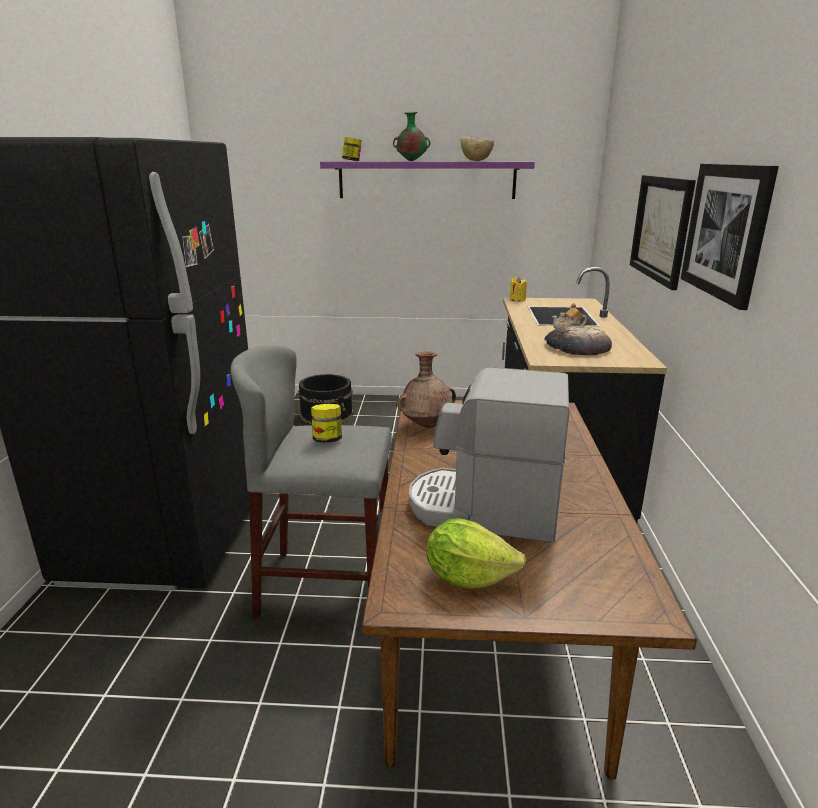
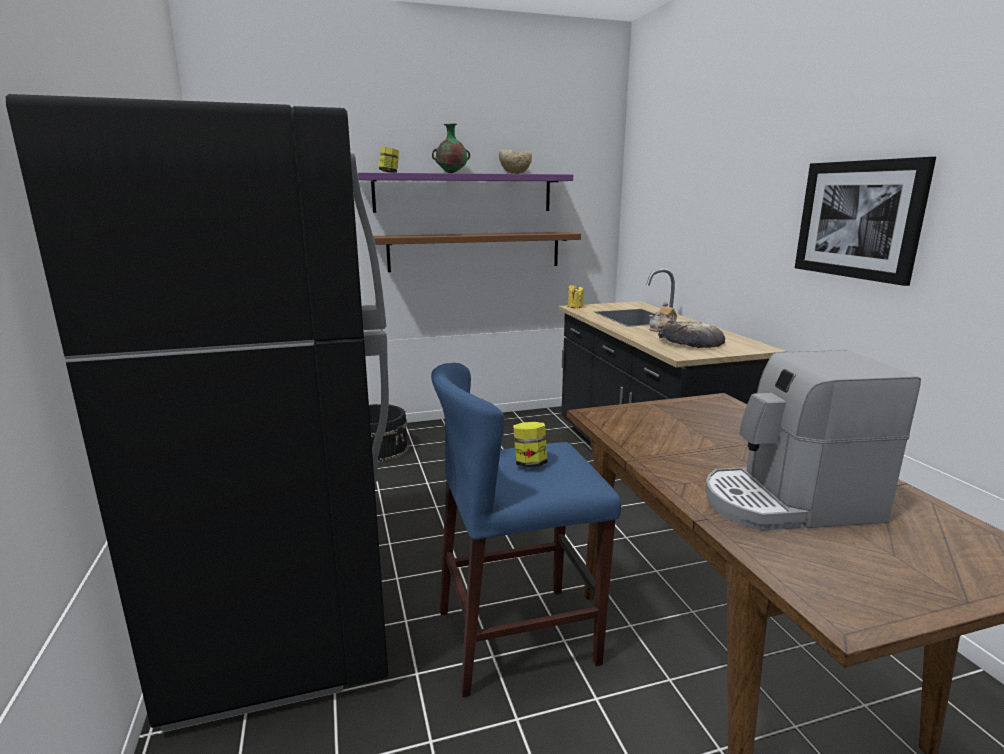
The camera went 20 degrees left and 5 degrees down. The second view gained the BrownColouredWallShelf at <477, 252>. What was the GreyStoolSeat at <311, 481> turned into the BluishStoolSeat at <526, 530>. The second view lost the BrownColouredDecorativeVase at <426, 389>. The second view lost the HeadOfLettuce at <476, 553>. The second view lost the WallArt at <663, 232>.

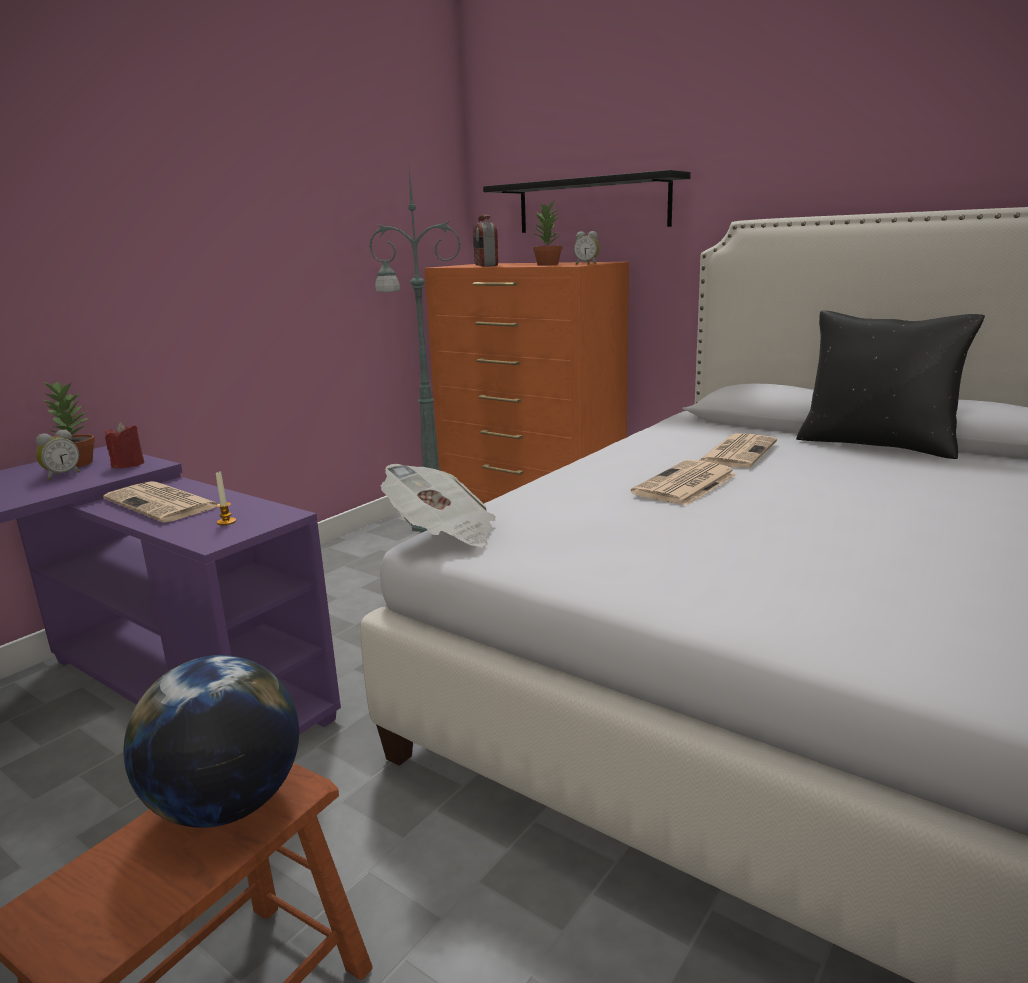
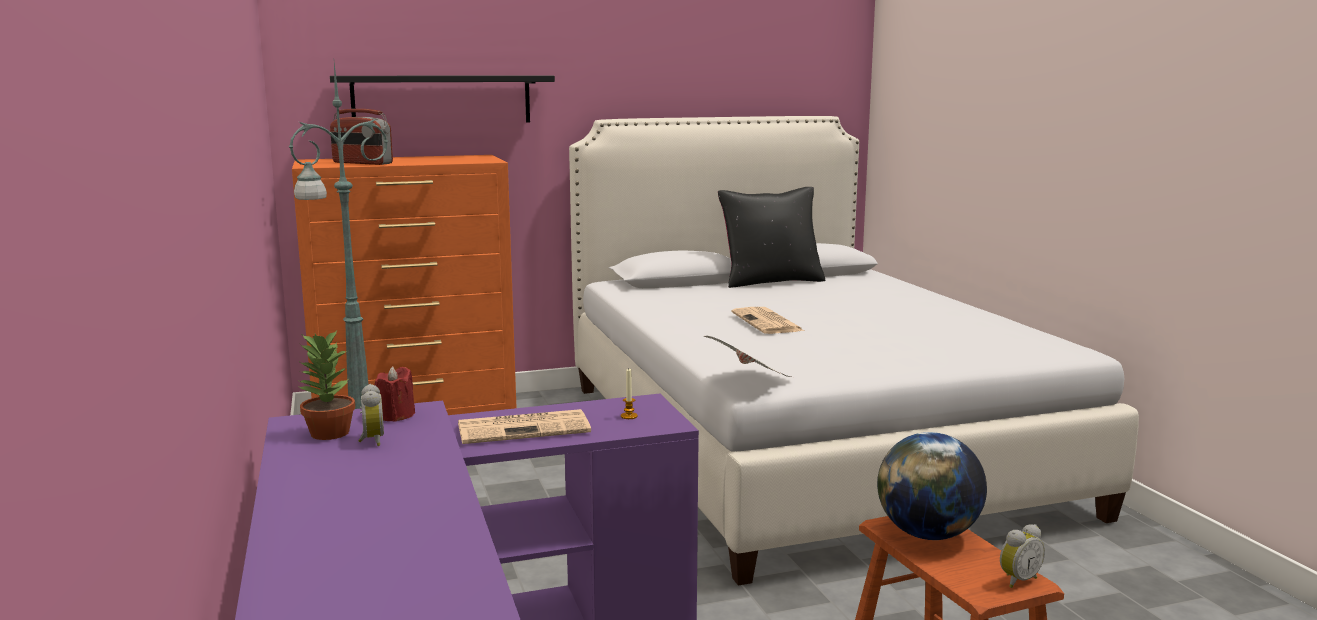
The camera went 55 degrees left and 5 degrees down. The AlarmClock ended up elsewhere, having gone from <587, 247> to <1022, 556>. The second view lost the PottedPlant at <547, 233>. The second view lost the Newspaper at <737, 450>.

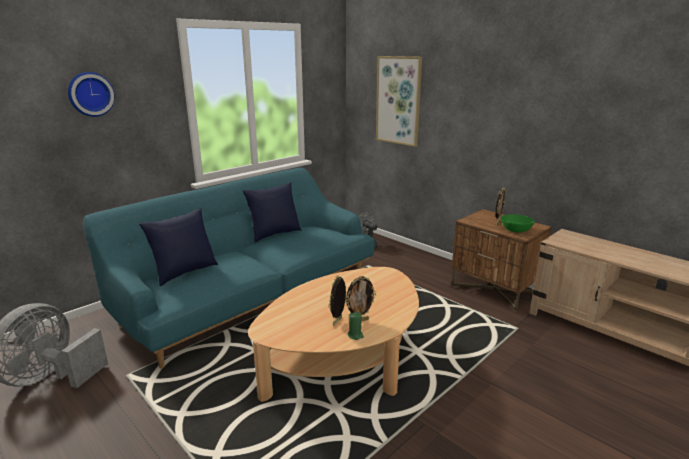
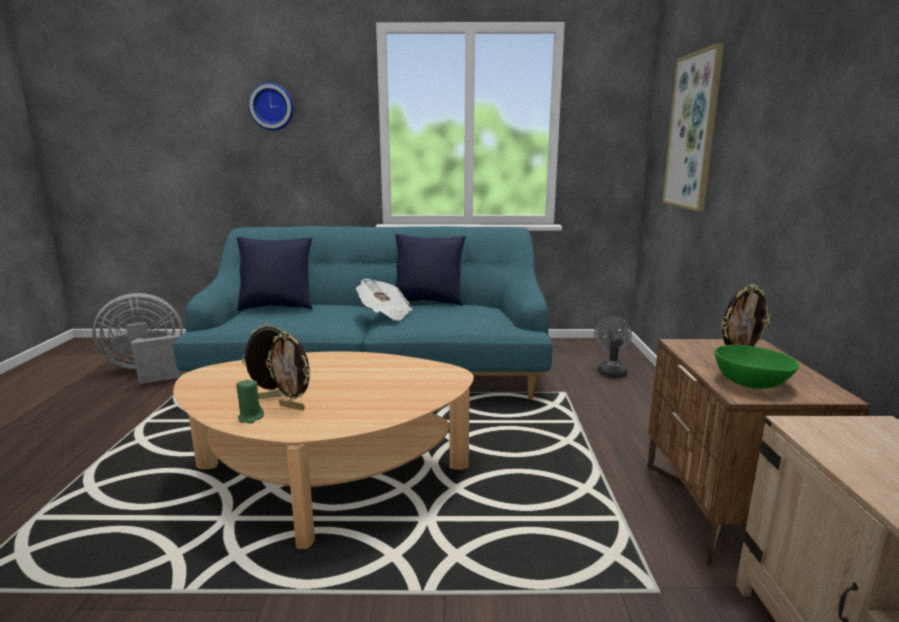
The camera went 45 degrees right and 5 degrees down. The second view gained the Newspaper at <384, 300>.

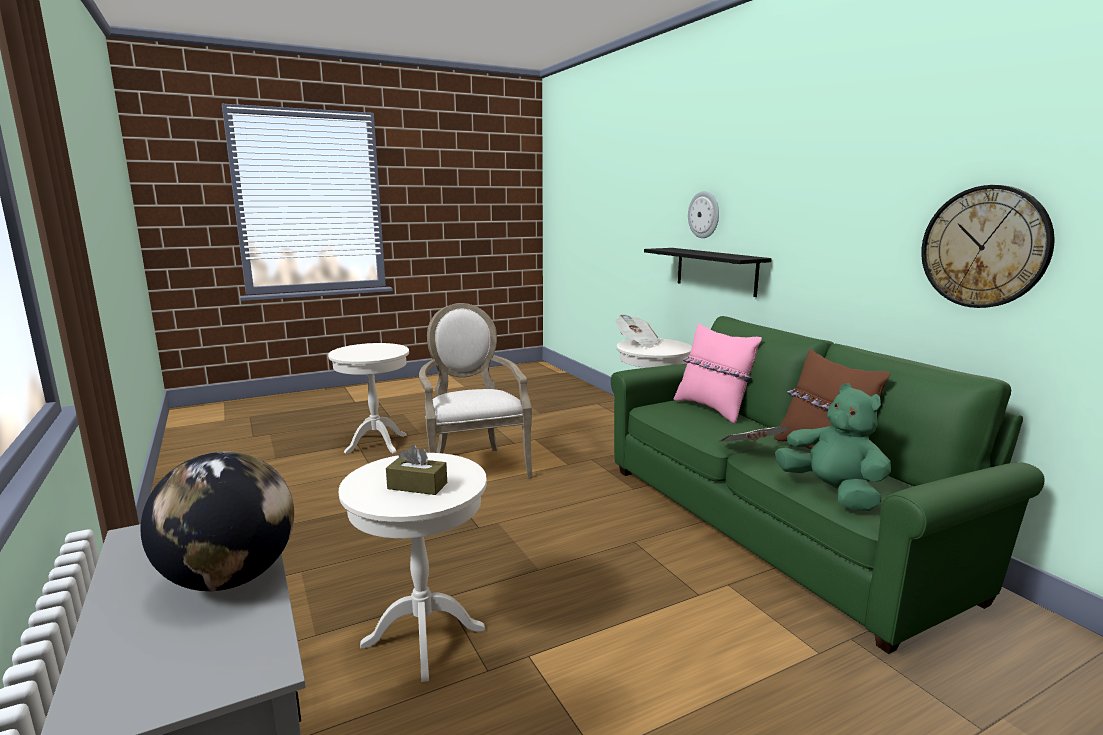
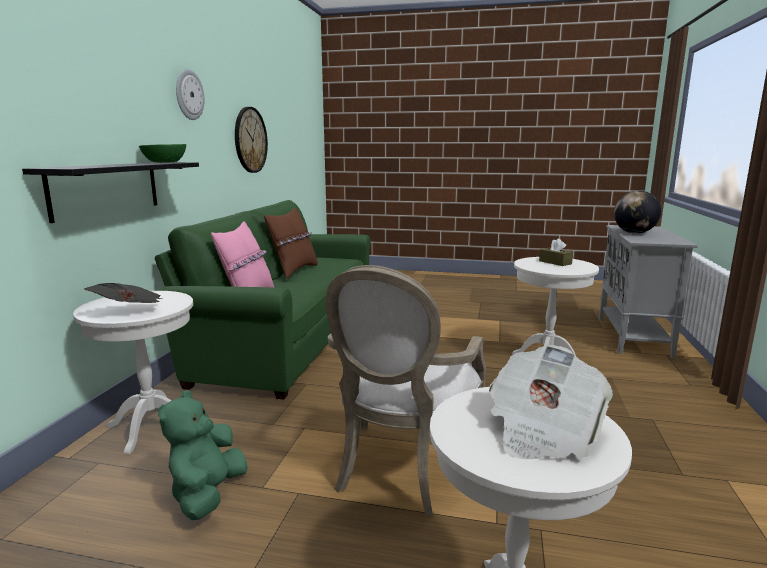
The camera went 140 degrees left and 0 degrees up. The second view gained the GreenDeepDish at <162, 153>. The GreenPlushToy ended up elsewhere, having gone from <833, 447> to <203, 455>. The ClockOnTheWall ended up elsewhere, having gone from <703, 214> to <190, 94>. The Newspaper ended up elsewhere, having gone from <754, 434> to <551, 402>.

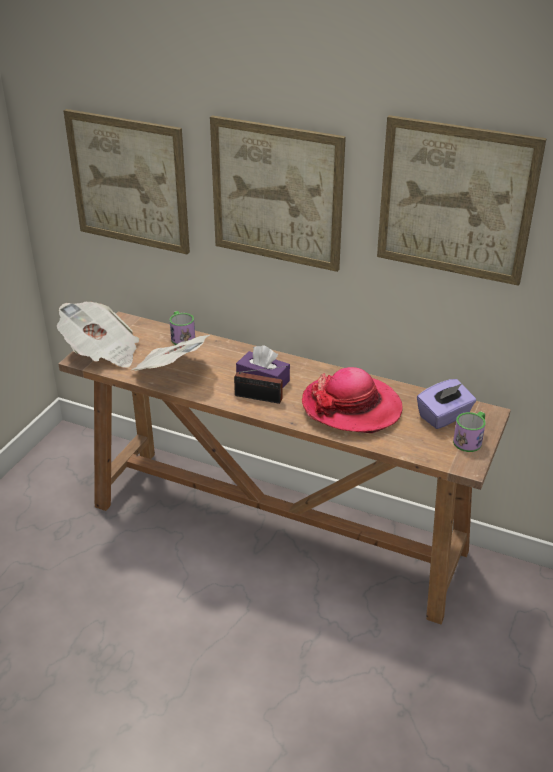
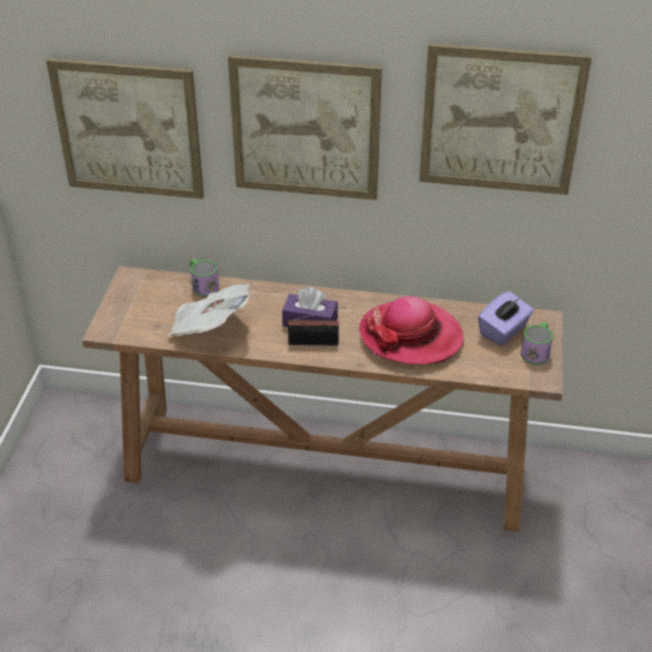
The camera went 15 degrees left and 5 degrees up. The second view lost the Newspaper at <98, 335>.

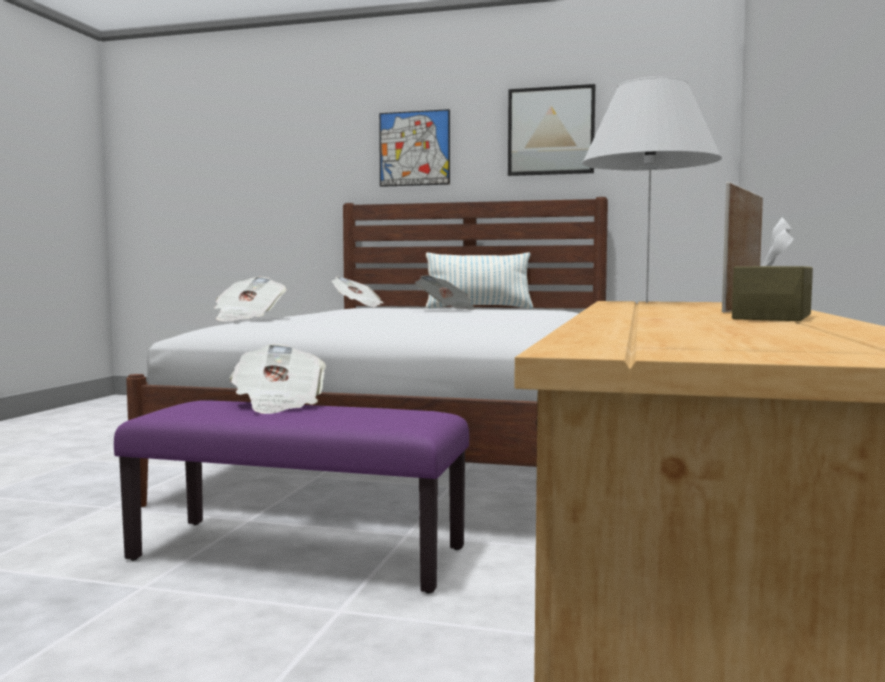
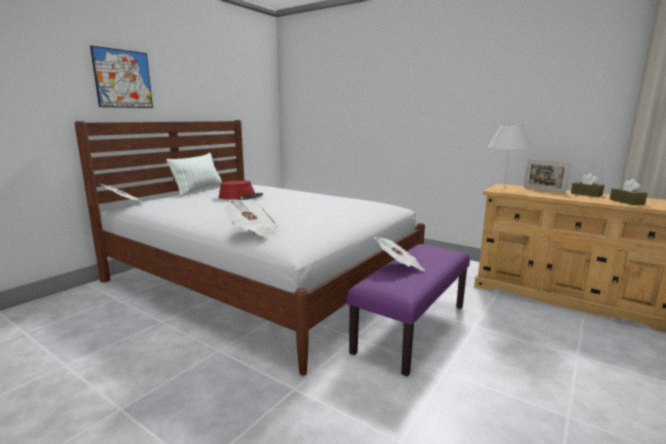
The camera went 70 degrees left and 10 degrees up. Where the Newspaper stood at <446, 292>, the ReddishWearableHat came to stand at <241, 190>. The second view gained the BrownColouredTissueHolder at <628, 192>. The second view lost the WallArt at <551, 130>.

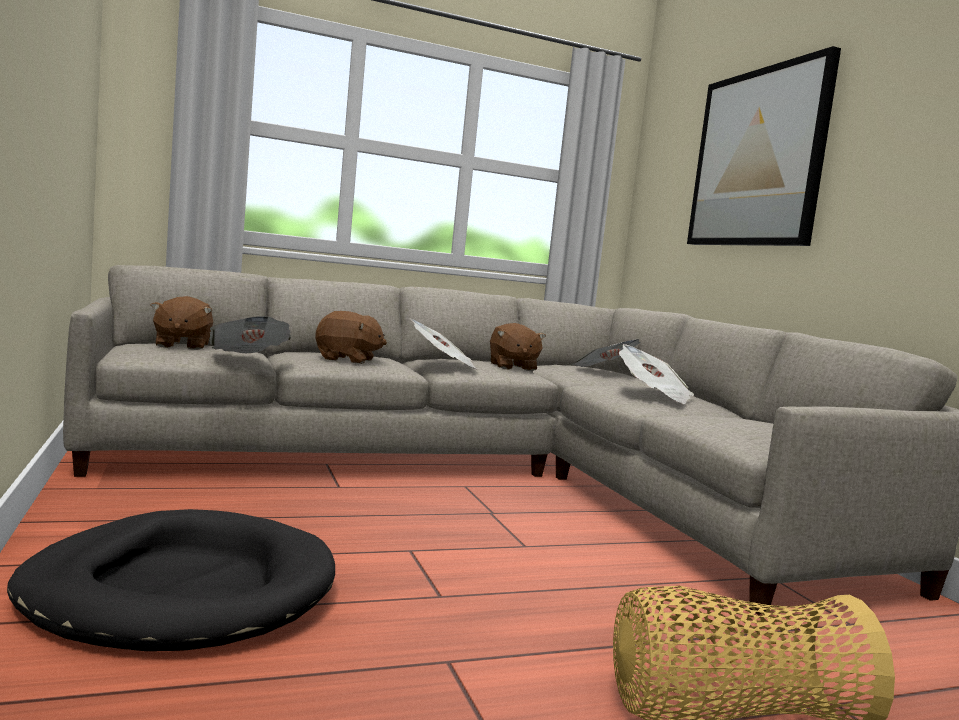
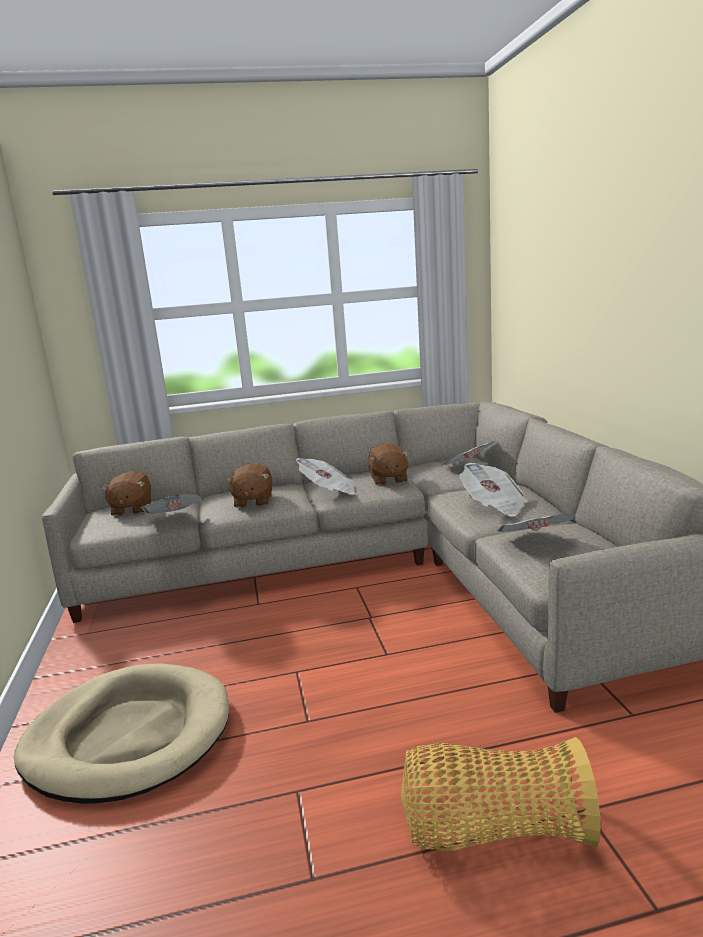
The camera went 10 degrees right and 10 degrees up. What was the BlackDogCushion at <171, 580> turned into the BeigeColouredDogCushion at <121, 733>. The BrownColouredPlushToy at <351, 337> ended up facing another way, 75 degrees clockwise from before. The second view gained the Newspaper at <536, 523>. The second view lost the WallArt at <764, 146>.

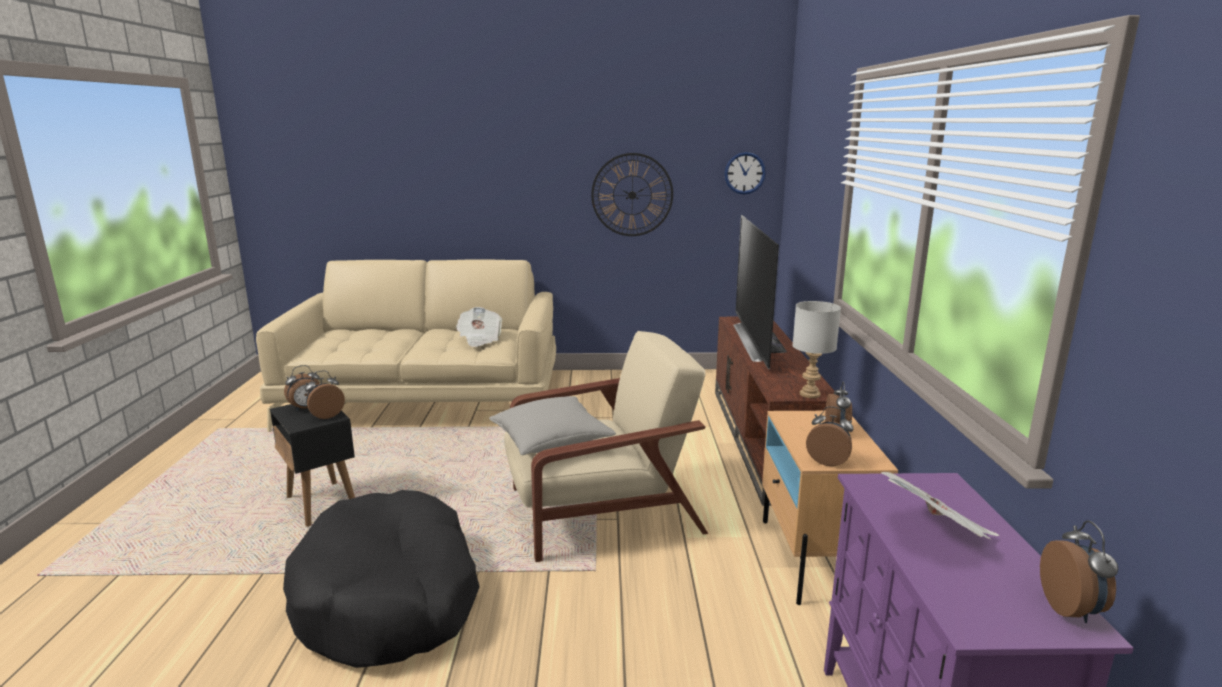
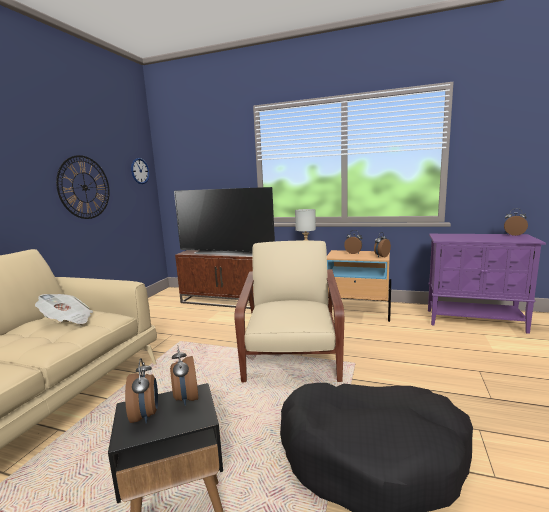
The camera went 70 degrees left and 5 degrees down. The second view lost the GreyPillow at <552, 425>. The second view lost the Newspaper at <940, 505>.

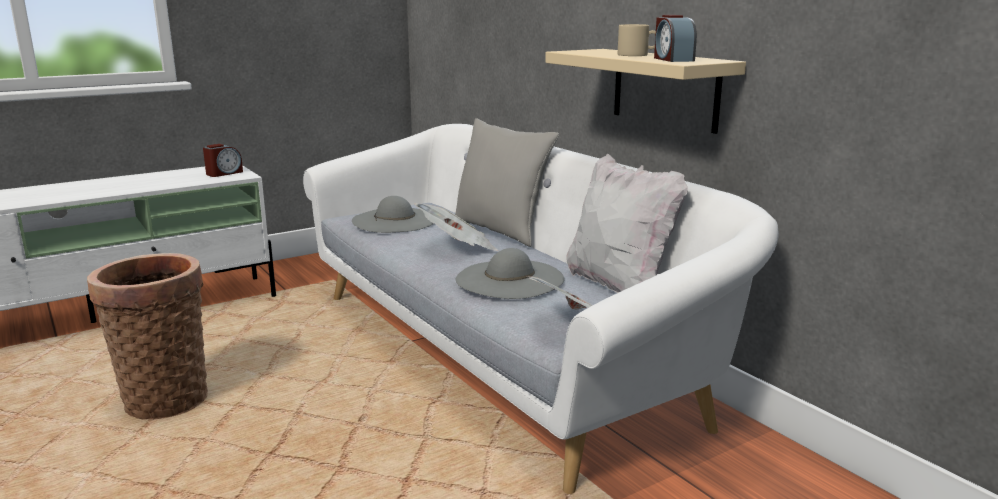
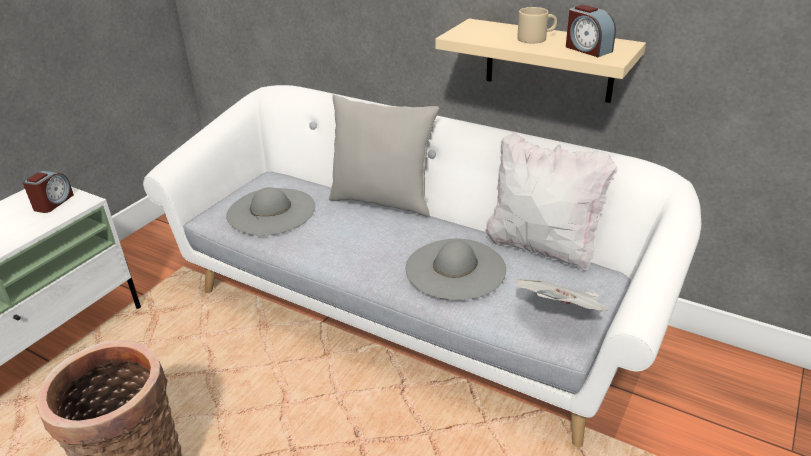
The camera went 25 degrees left and 15 degrees up. The second view lost the Newspaper at <456, 227>.

